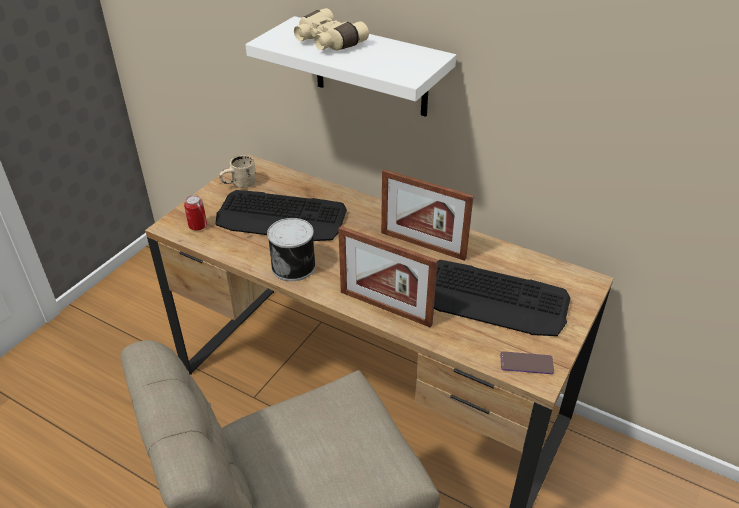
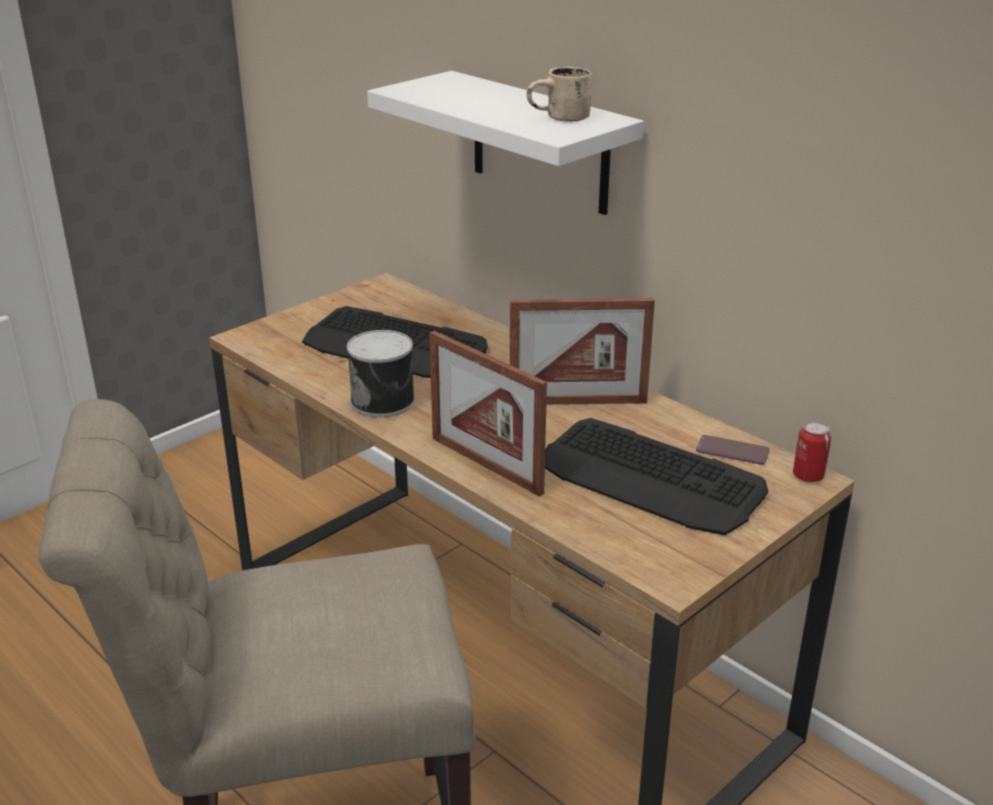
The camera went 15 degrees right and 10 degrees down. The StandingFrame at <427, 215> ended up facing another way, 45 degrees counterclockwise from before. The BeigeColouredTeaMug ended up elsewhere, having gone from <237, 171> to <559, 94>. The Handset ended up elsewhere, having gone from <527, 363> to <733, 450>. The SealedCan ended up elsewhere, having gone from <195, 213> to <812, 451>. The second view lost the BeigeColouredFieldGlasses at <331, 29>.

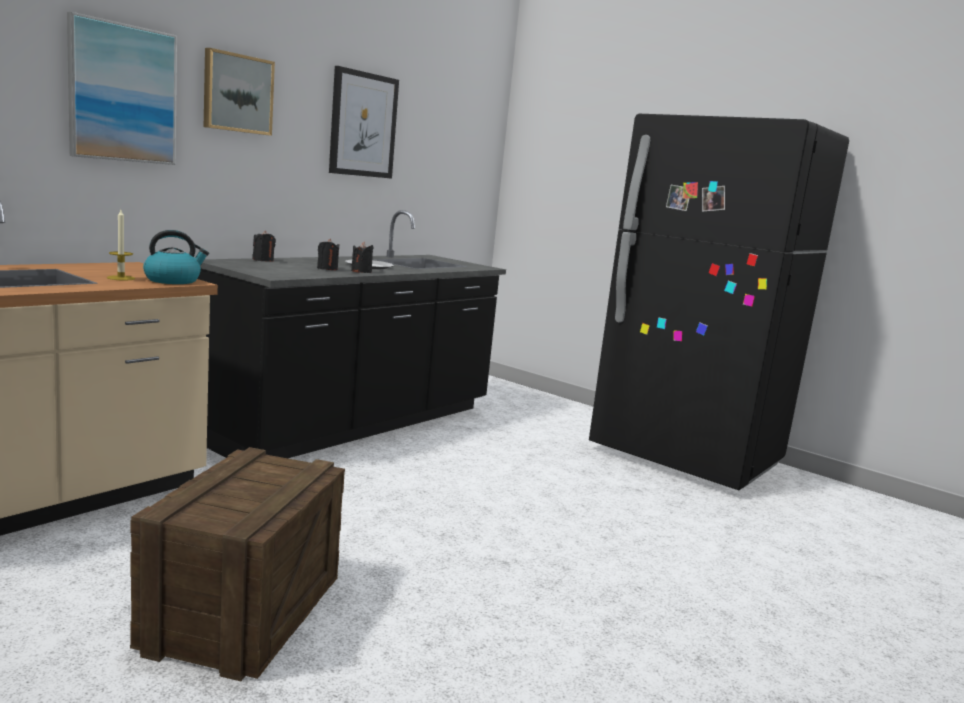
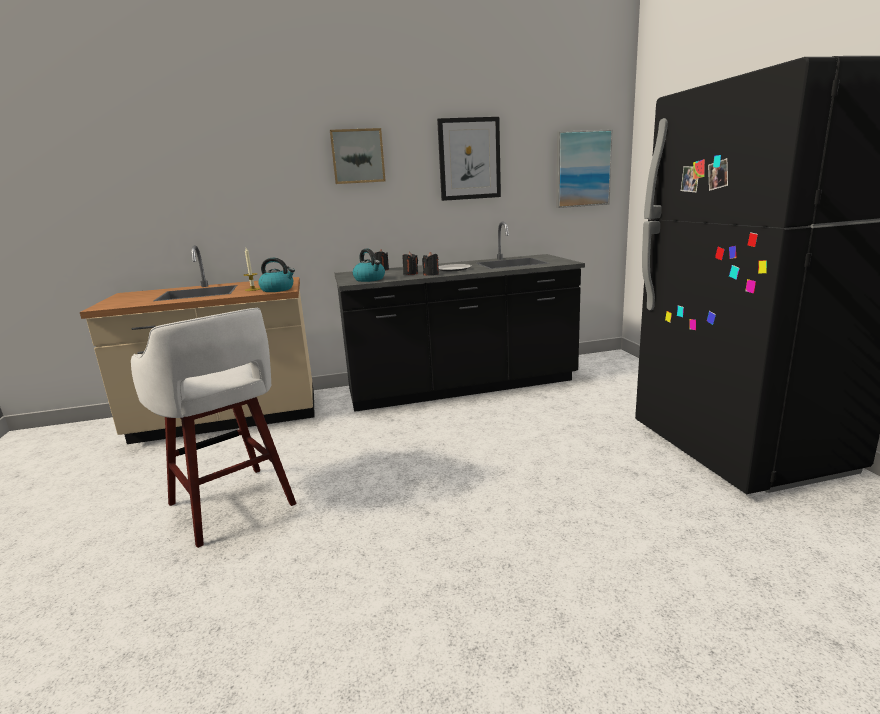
The camera went 40 degrees right and 5 degrees up. Where the ShippingCrate stood at <237, 564>, the WhiteColouredStoolSeat came to stand at <214, 428>. The second view gained the WaterKettle at <369, 265>. The WallArt ended up elsewhere, having gone from <122, 88> to <584, 168>.

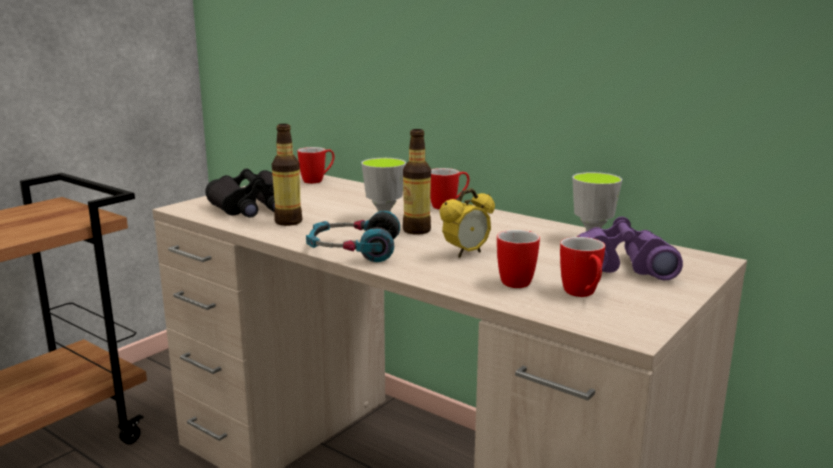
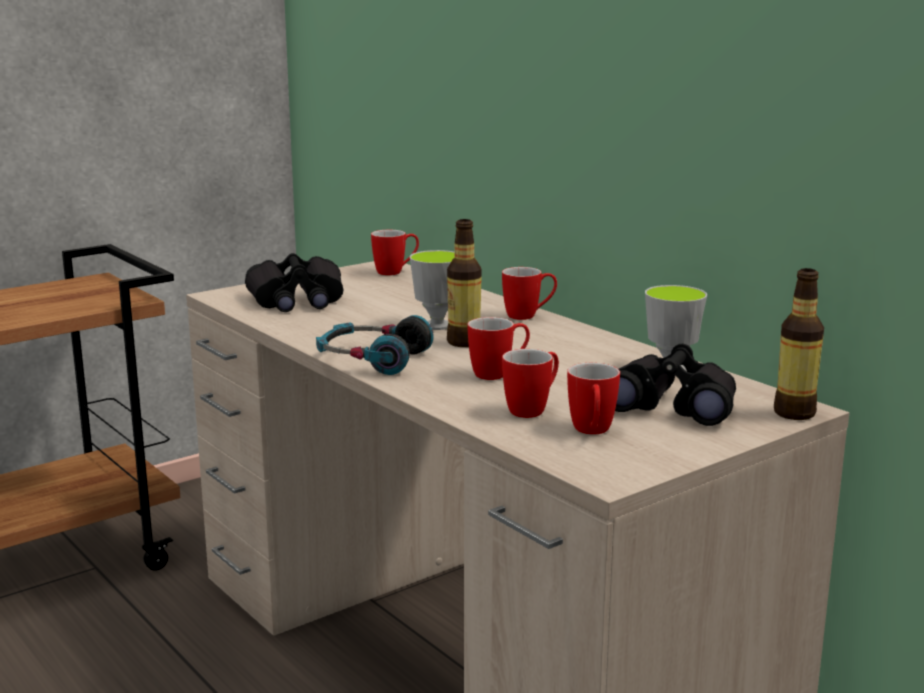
The camera went 15 degrees right and 0 degrees up. Where the AlarmClock stood at <467, 223>, the TeaMug came to stand at <498, 348>. What was the PurpleFieldGlasses at <630, 248> turned into the BlackFieldGlasses at <675, 385>. The BeverageBottle ended up elsewhere, having gone from <287, 175> to <799, 344>.

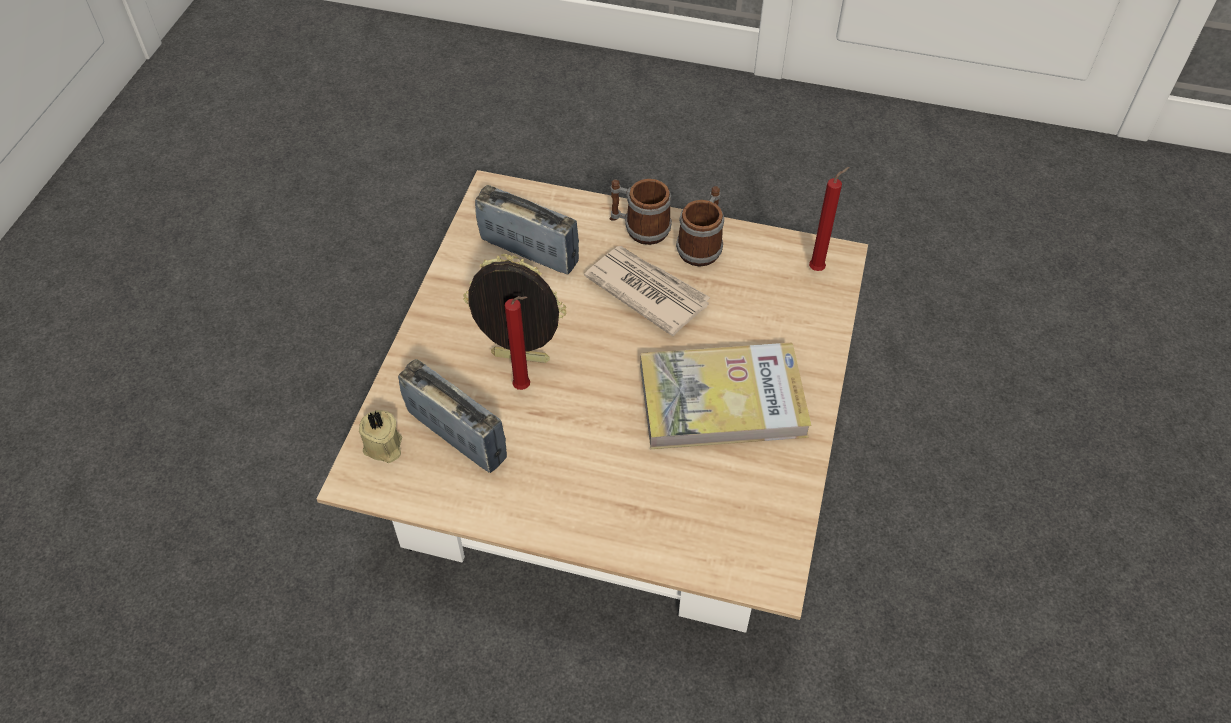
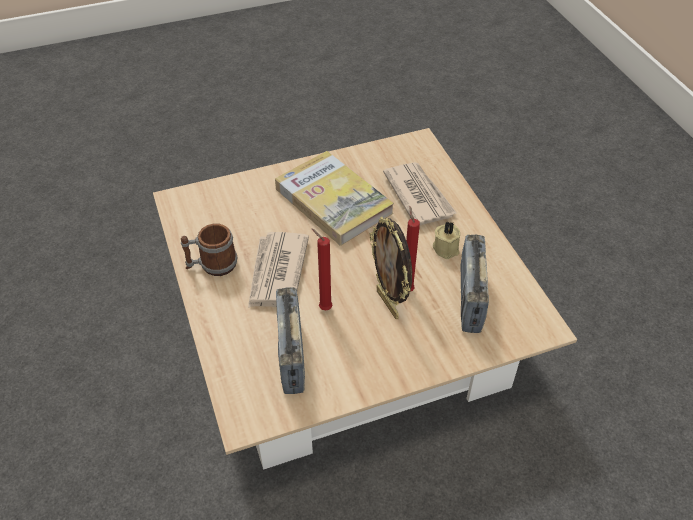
The camera went 125 degrees left and 5 degrees down. The ReddishWaxCandle ended up elsewhere, having gone from <829, 219> to <322, 270>. The second view gained the Newspaper at <420, 193>. The BeigeColouredWaxCandle ended up elsewhere, having gone from <380, 436> to <446, 240>. The second view lost the TeaMug at <641, 212>.

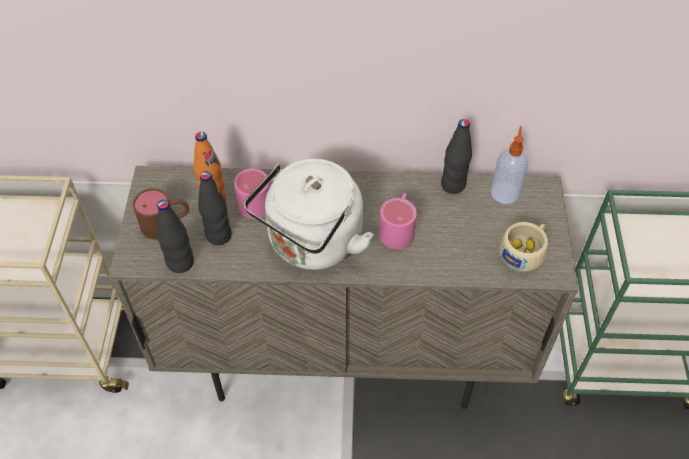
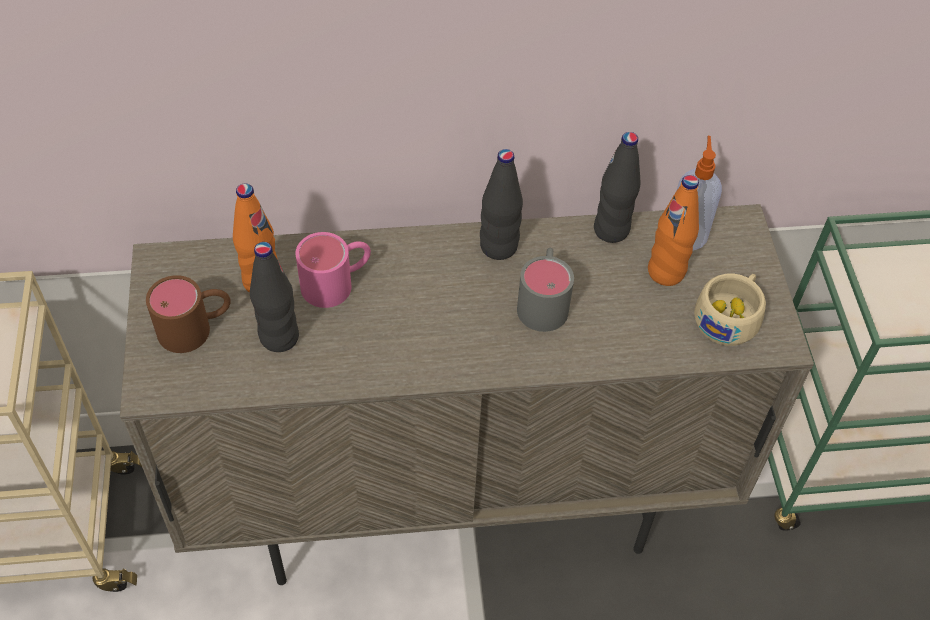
The camera went 10 degrees left and 0 degrees up. The BlackBeverageBottle ended up elsewhere, having gone from <175, 236> to <501, 204>. What was the PinkTeaMug at <398, 221> turned into the GreyTeaMug at <545, 290>. The second view gained the OrangeColouredBeverageBottle at <673, 230>. The second view lost the WhiteColouredWaterKettle at <309, 214>.

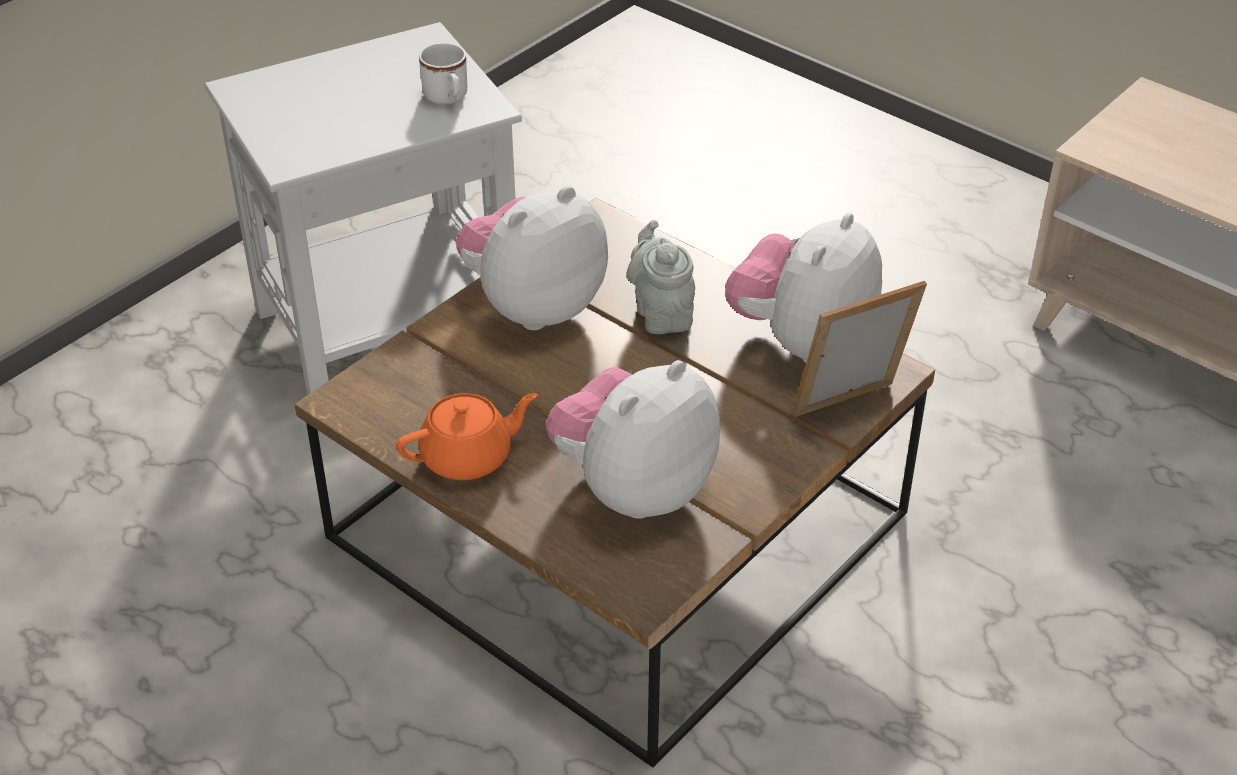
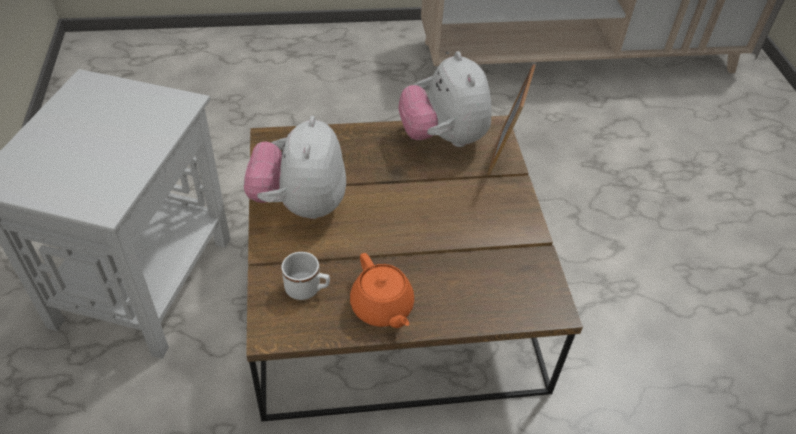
The camera went 50 degrees left and 5 degrees up. The WhiteColouredTeaMug ended up elsewhere, having gone from <443, 74> to <305, 276>. The OrangeColouredTeapot at <467, 436> ended up facing another way, 135 degrees clockwise from before. The second view lost the PlushToy at <632, 439>. The second view lost the GreyTeapot at <660, 277>.

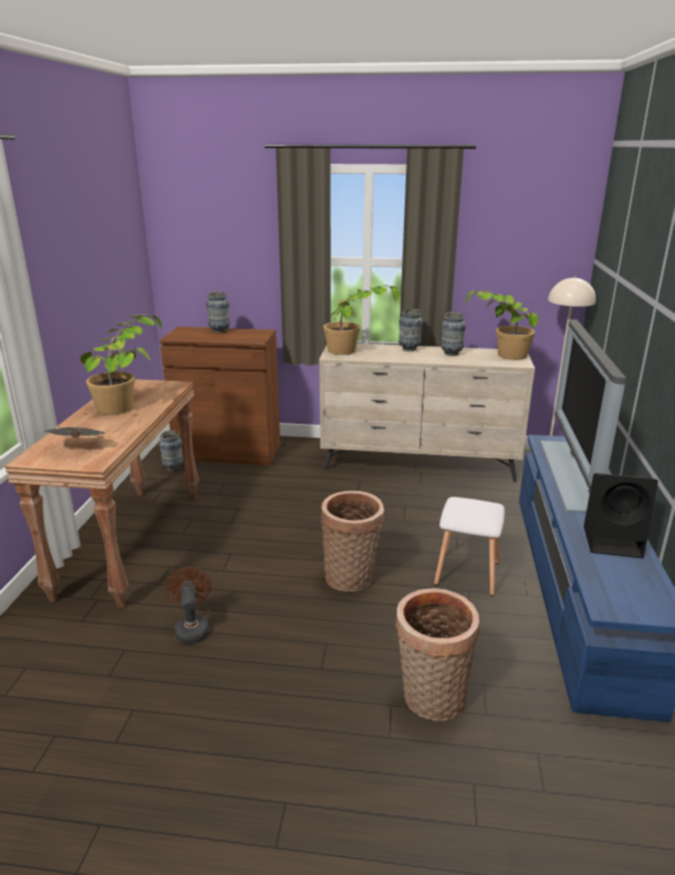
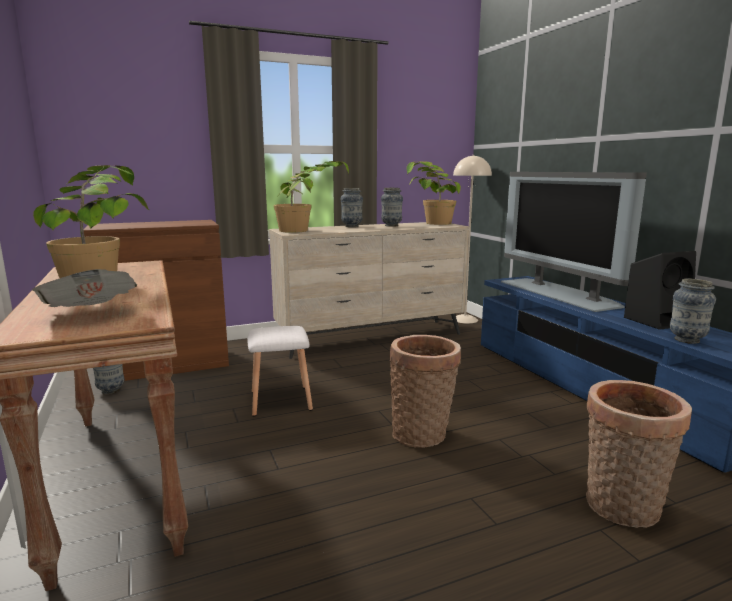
The camera went 30 degrees left and 10 degrees down. The WhiteColouredStoolSeat ended up elsewhere, having gone from <469, 546> to <280, 371>. The DecorativeVase ended up elsewhere, having gone from <218, 312> to <693, 311>. The second view lost the BrownColouredFan at <188, 605>.

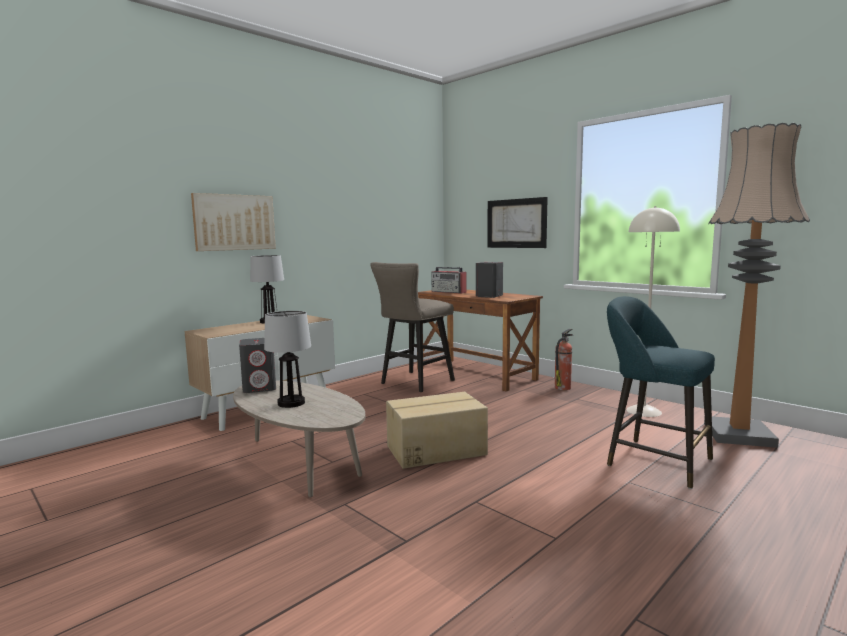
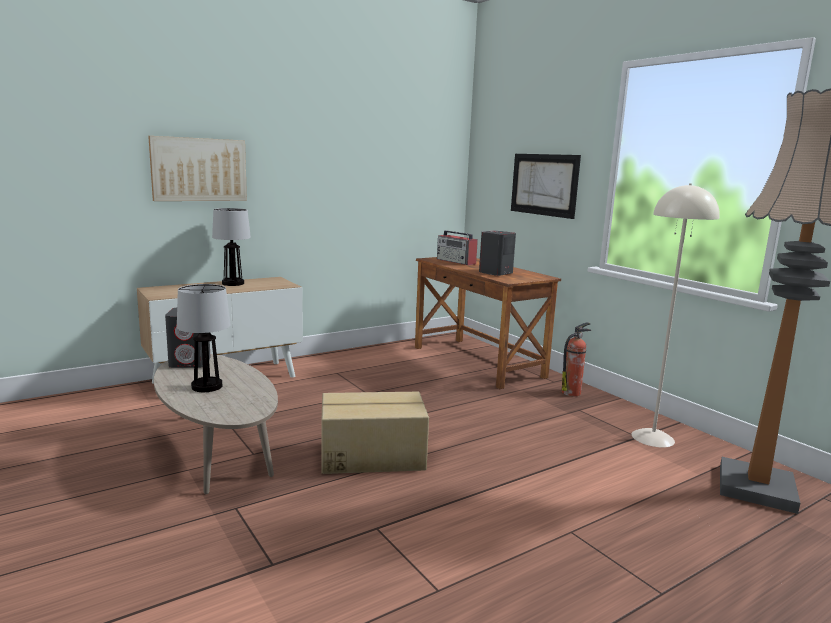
The camera went 10 degrees right and 5 degrees up. The second view lost the BeigeColouredStoolSeat at <412, 327>. The second view lost the BlueGreenStoolSeat at <661, 392>.

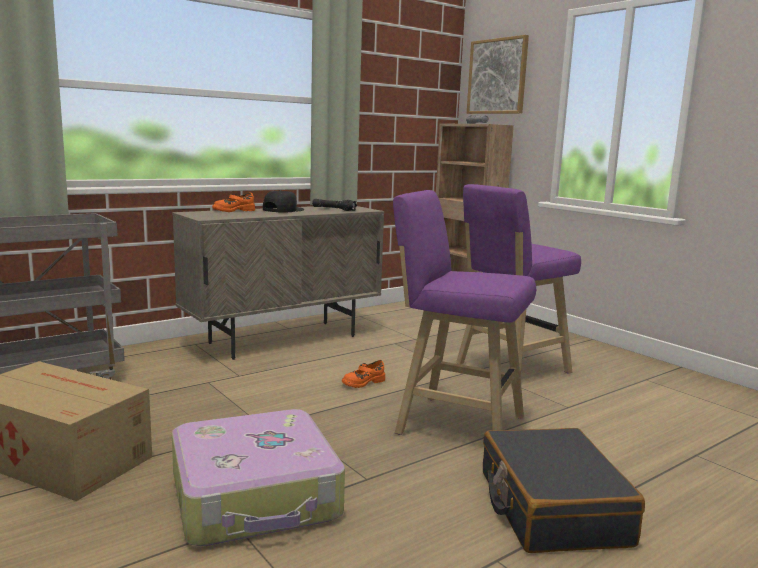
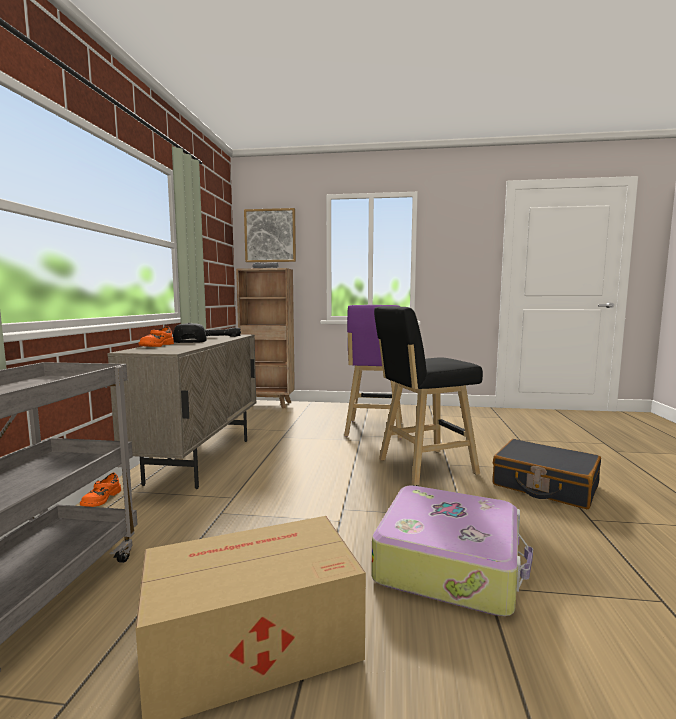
The camera went 45 degrees left and 5 degrees down. The OrangeColouredLowShoe ended up elsewhere, having gone from <363, 374> to <100, 490>. What was the PurpleStoolSeat at <464, 312> turned into the BlackStoolSeat at <428, 396>.

